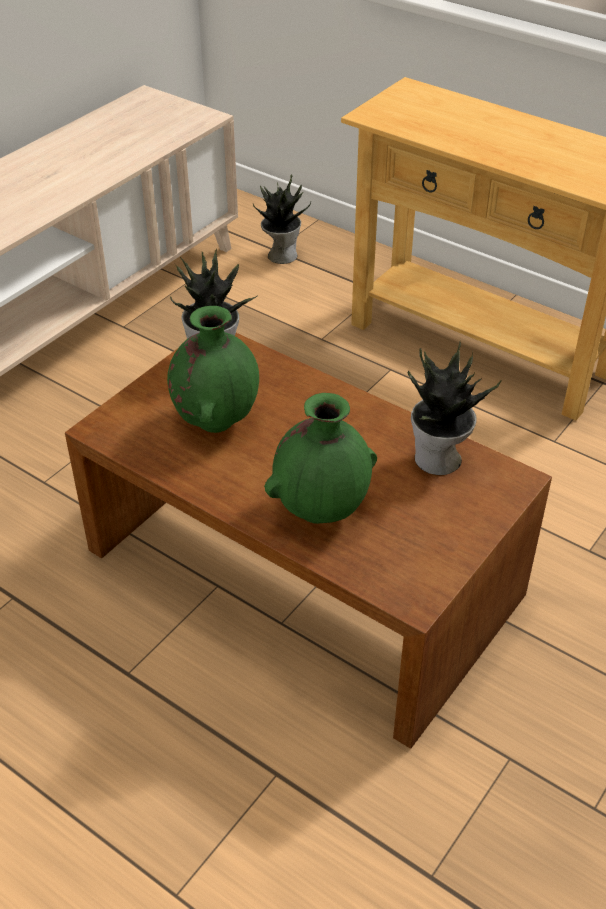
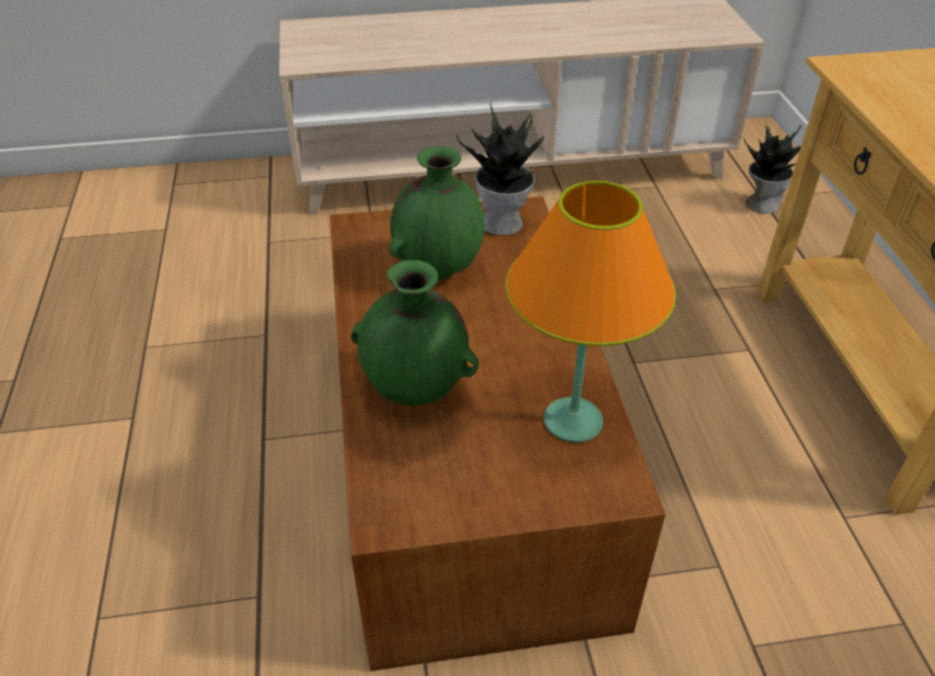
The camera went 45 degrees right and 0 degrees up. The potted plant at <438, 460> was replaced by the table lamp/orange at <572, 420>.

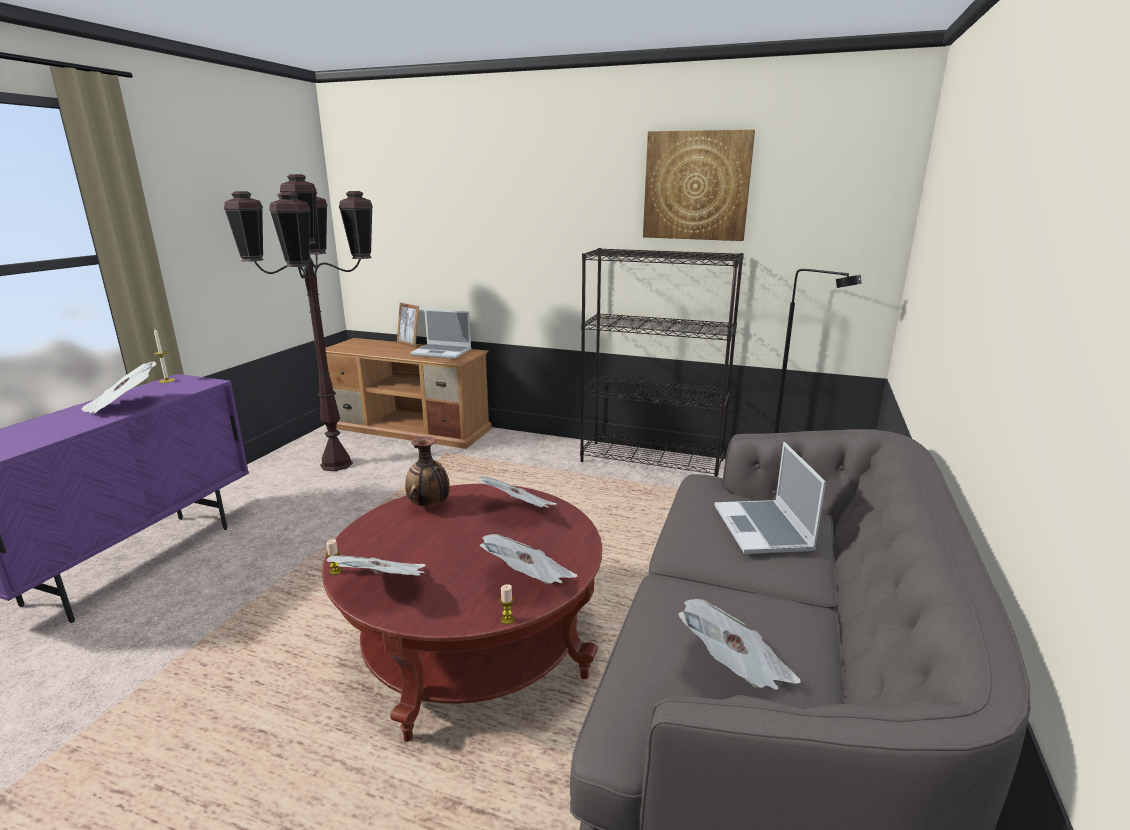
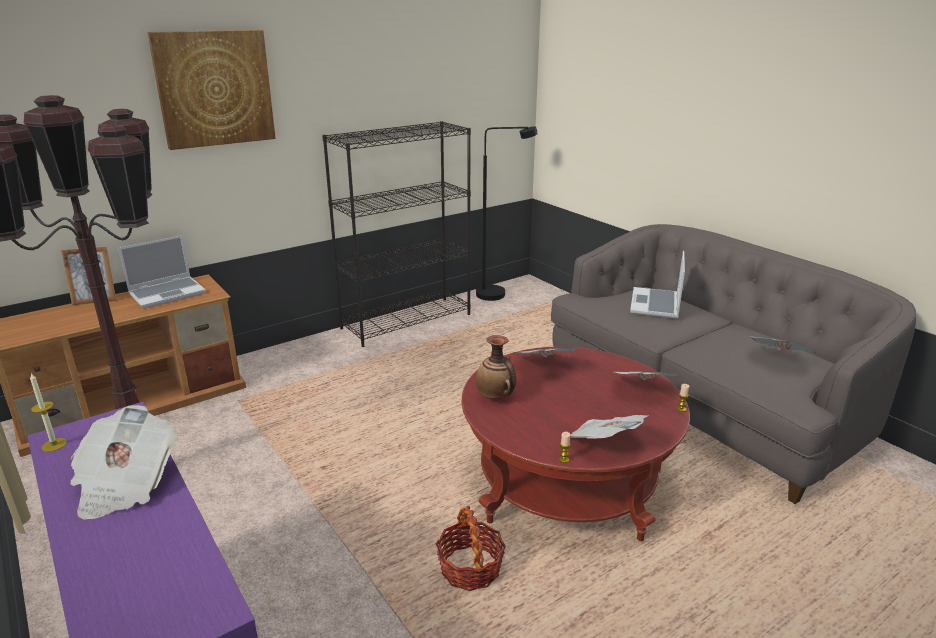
The camera went 55 degrees left and 5 degrees up. The picture moved from <696, 186> to <214, 88>. The basket at <470, 568> appeared. The laptop at <764, 529> turned 75 degrees clockwise.

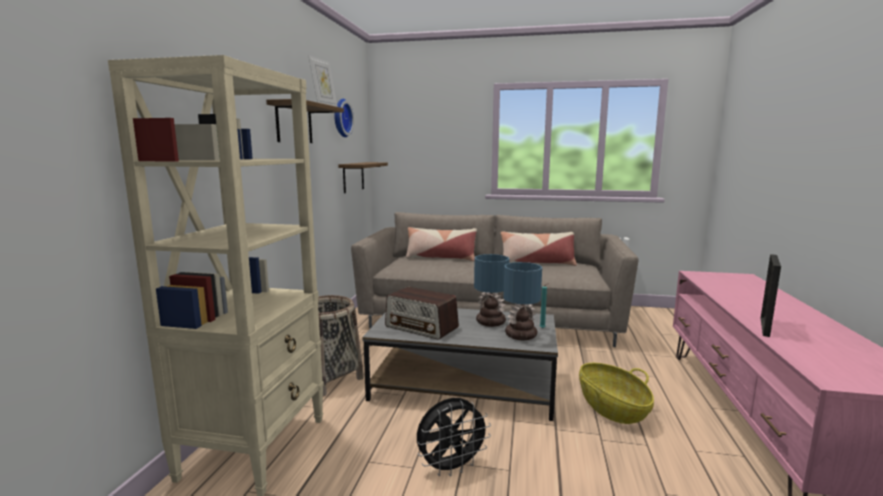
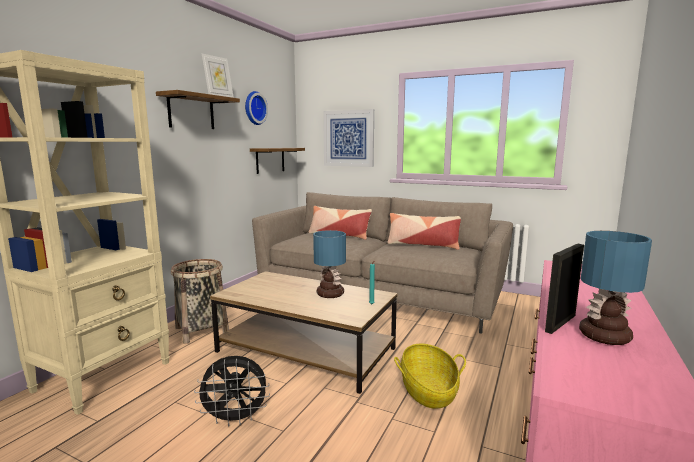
The camera went 15 degrees right and 0 degrees up. The coffee table/grey at <465, 385> became the coffee table/brown at <307, 350>. The picture at <348, 138> appeared. The table lamp moved from <520, 335> to <603, 337>. The radio at <422, 327> disappeared.

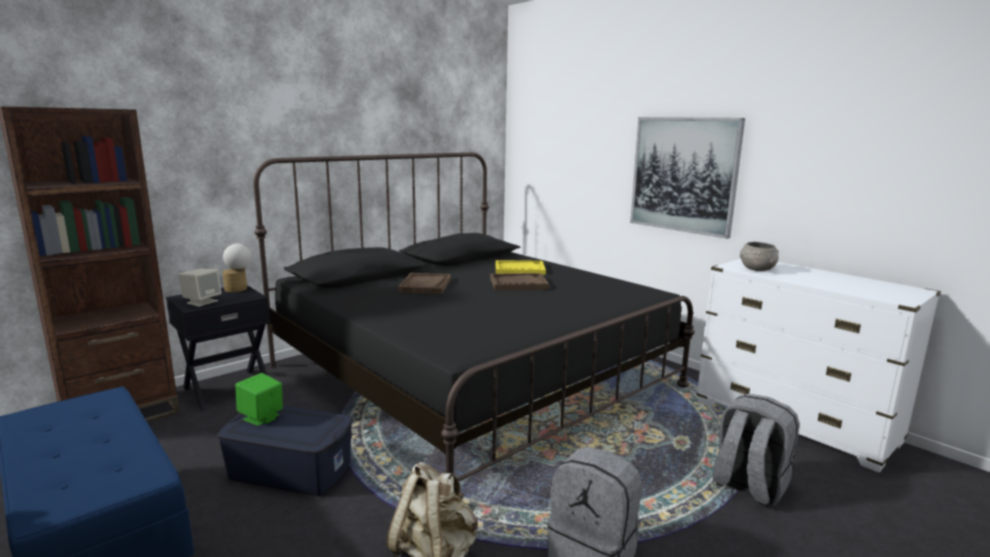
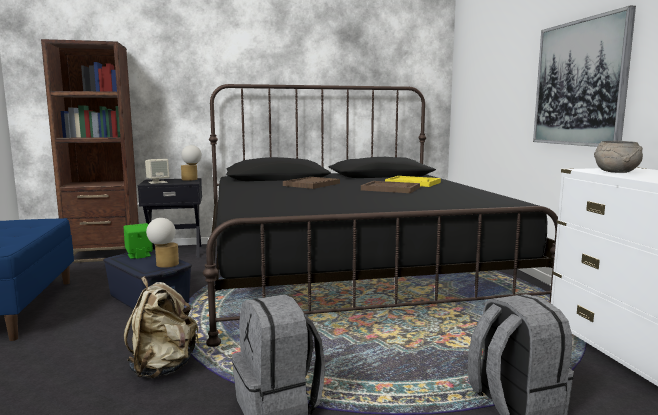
The camera went 30 degrees right and 5 degrees down. The table lamp at <164, 265> appeared.

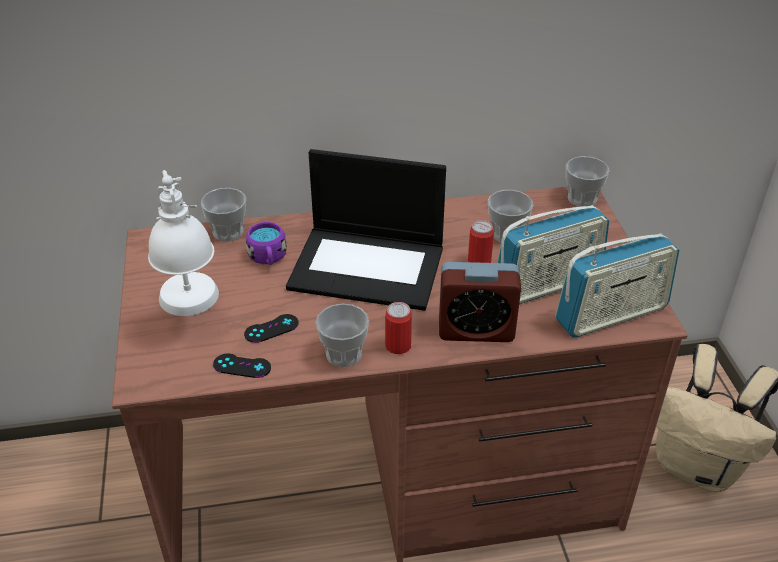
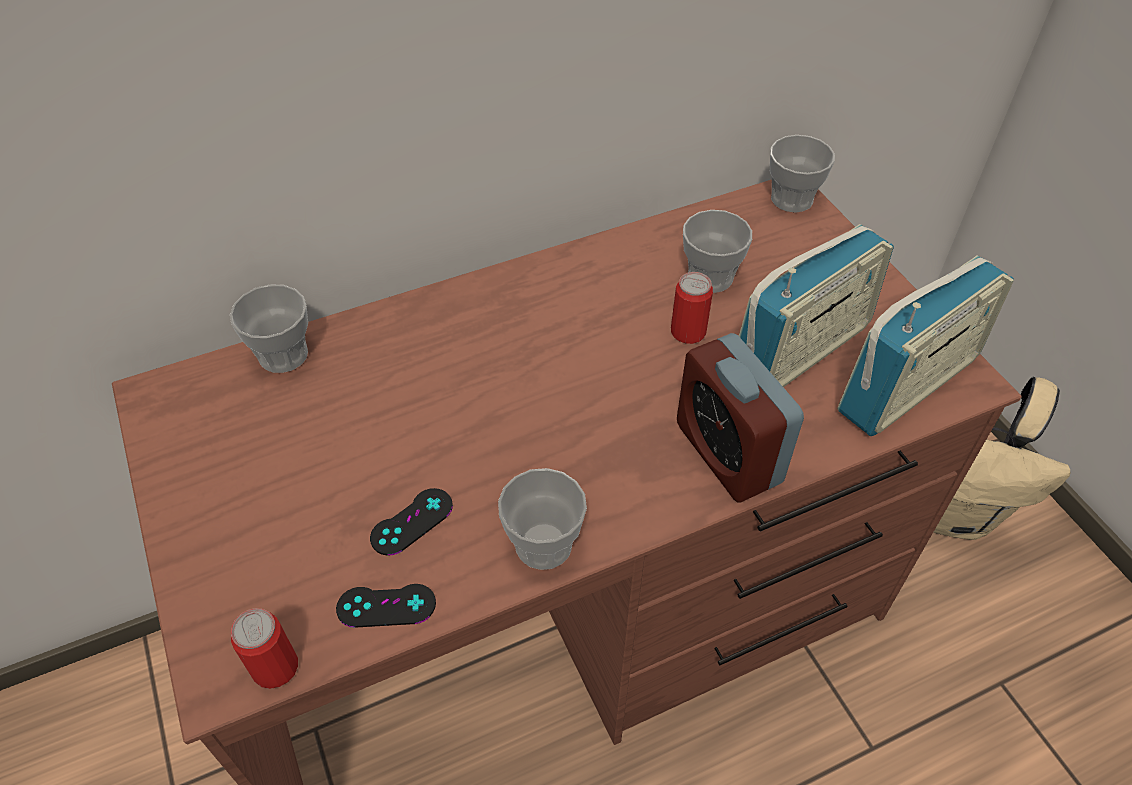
The camera went 15 degrees left and 10 degrees up. The can moved from <398, 346> to <275, 667>. The alarm clock at <476, 330> turned 75 degrees clockwise. The table lamp/white at <193, 313> disappeared. The mug/purple at <268, 258> disappeared. The laptop at <369, 267> disappeared.

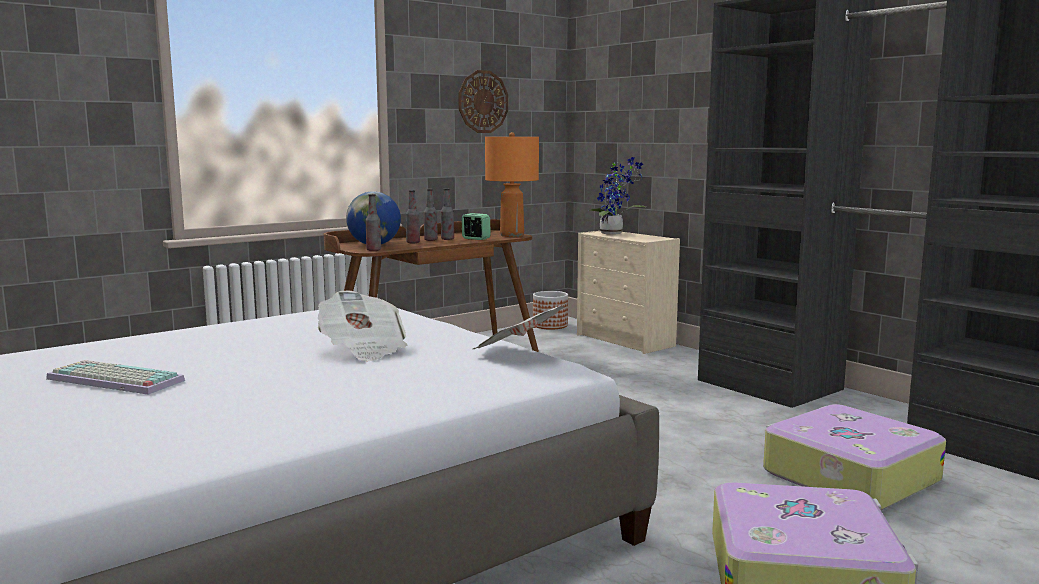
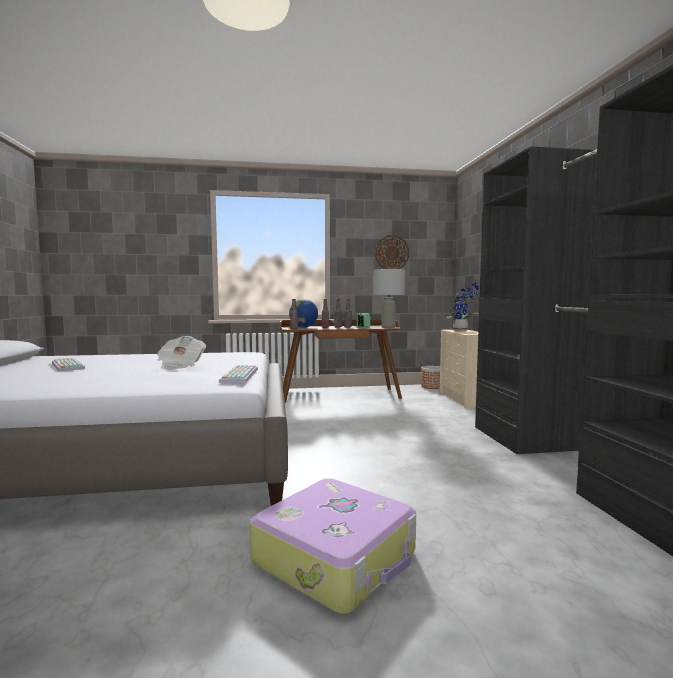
The camera went 30 degrees right and 5 degrees down. The newspaper at <517, 352> was replaced by the keyboard at <238, 375>. The table lamp/orange at <511, 235> became the table lamp/grey at <388, 327>. The suitcase at <847, 476> disappeared.

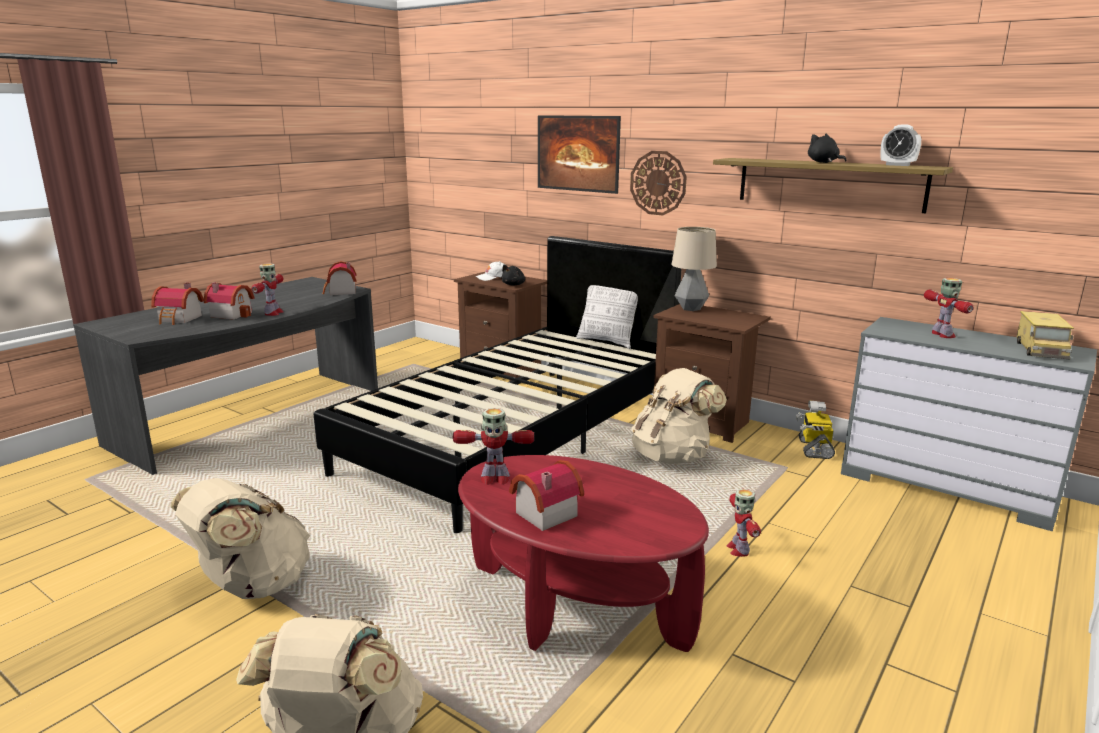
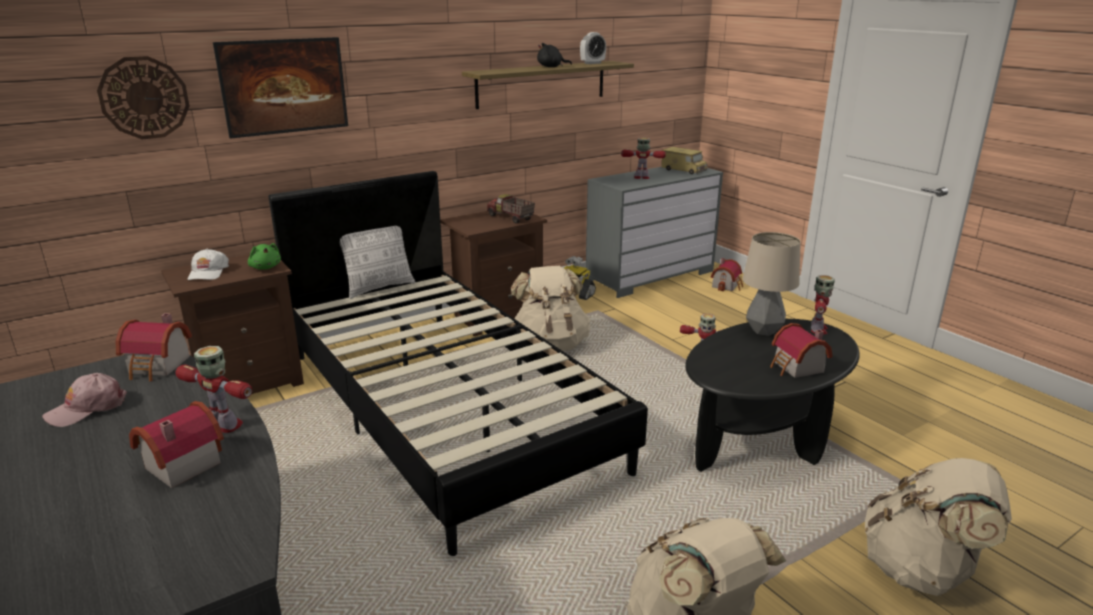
The camera went 70 degrees left and 5 degrees up. The cap/pink at <87, 408> appeared. The wall clock moved from <658, 183> to <144, 98>. The plush toy/black at <514, 285> became the plush toy/green at <265, 267>. The toy truck at <510, 218> appeared. The coffee table/red at <575, 606> became the coffee table/black at <762, 437>. The toy house moved from <180, 319> to <727, 285>. The table lamp moved from <690, 308> to <763, 330>. The toy robot moved from <494, 479> to <817, 329>.

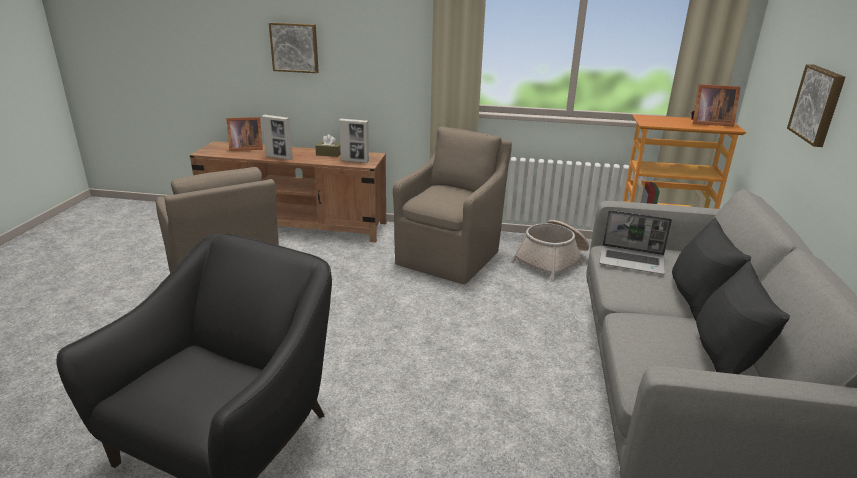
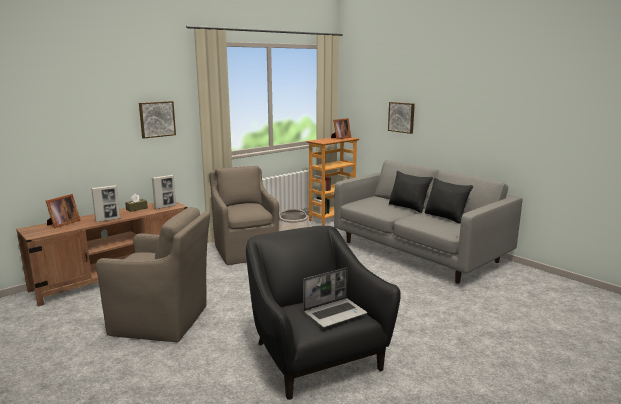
The camera went 50 degrees left and 10 degrees down. The picture moved from <295, 47> to <157, 119>. The laptop moved from <632, 261> to <335, 313>.

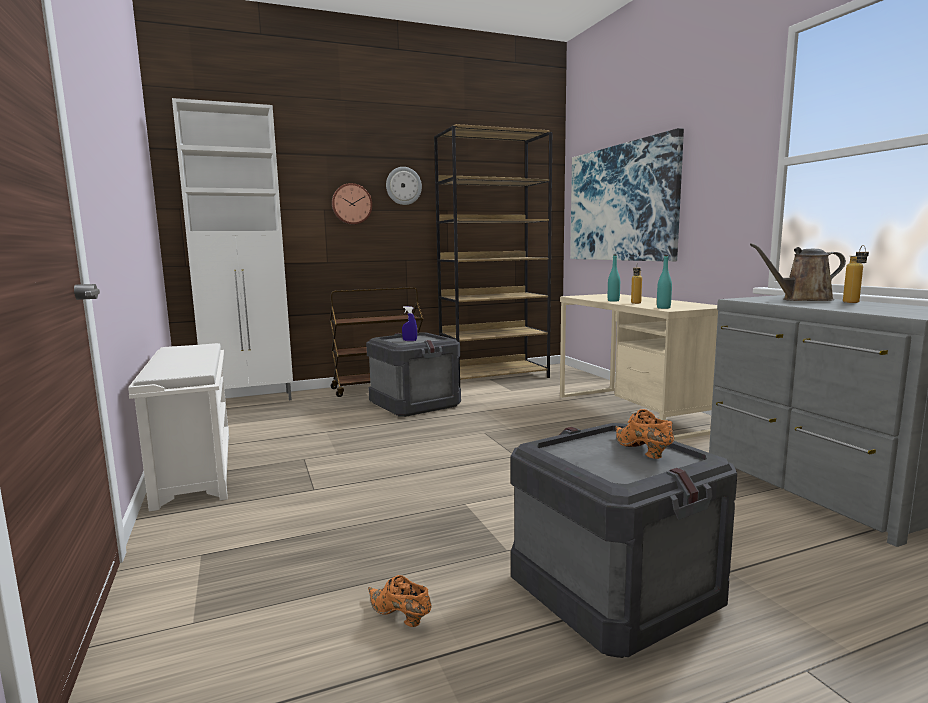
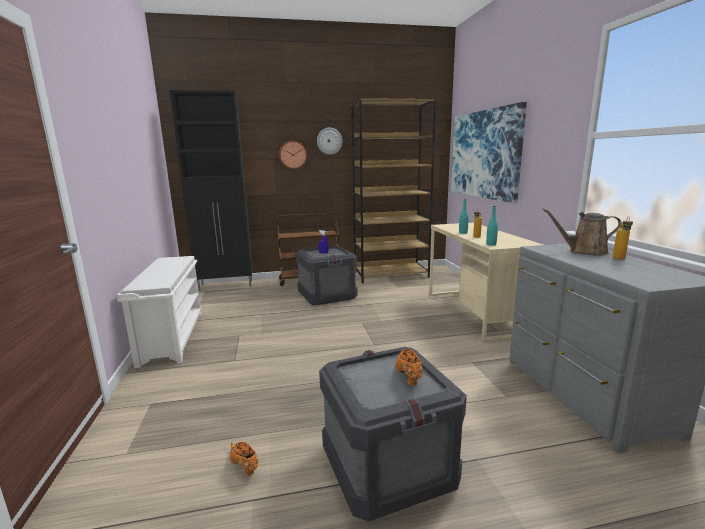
The camera went 10 degrees right and 5 degrees up. The cabinet/white at <251, 400> became the cabinet/black at <227, 285>.

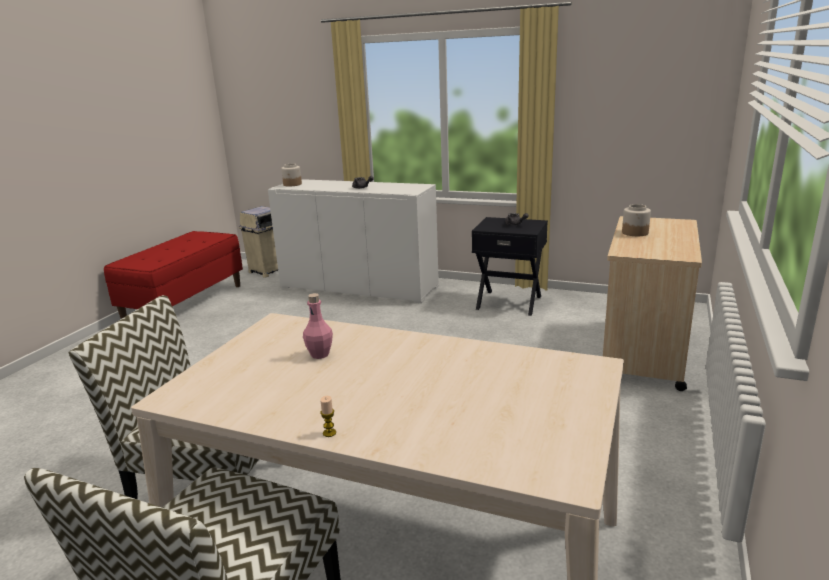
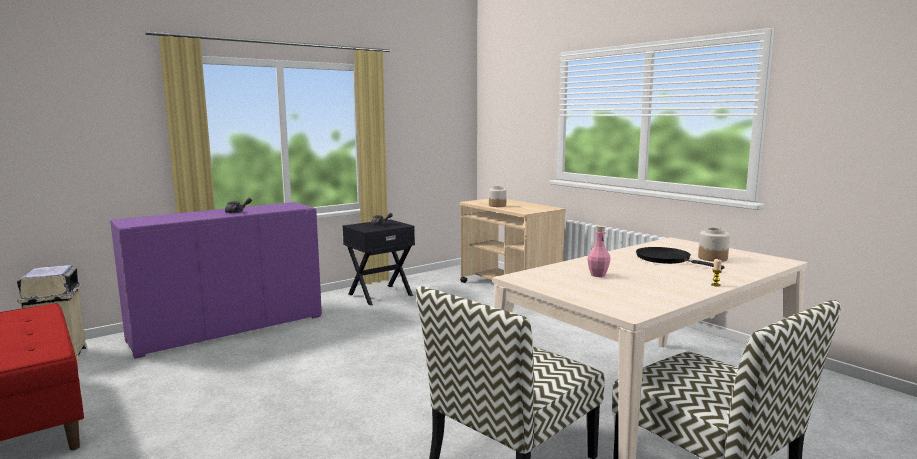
The camera went 60 degrees left and 10 degrees down. The cabinet/white at <358, 287> became the cabinet/purple at <228, 328>. The frying pan/black at <666, 259> appeared. The jar moved from <292, 184> to <713, 258>.

